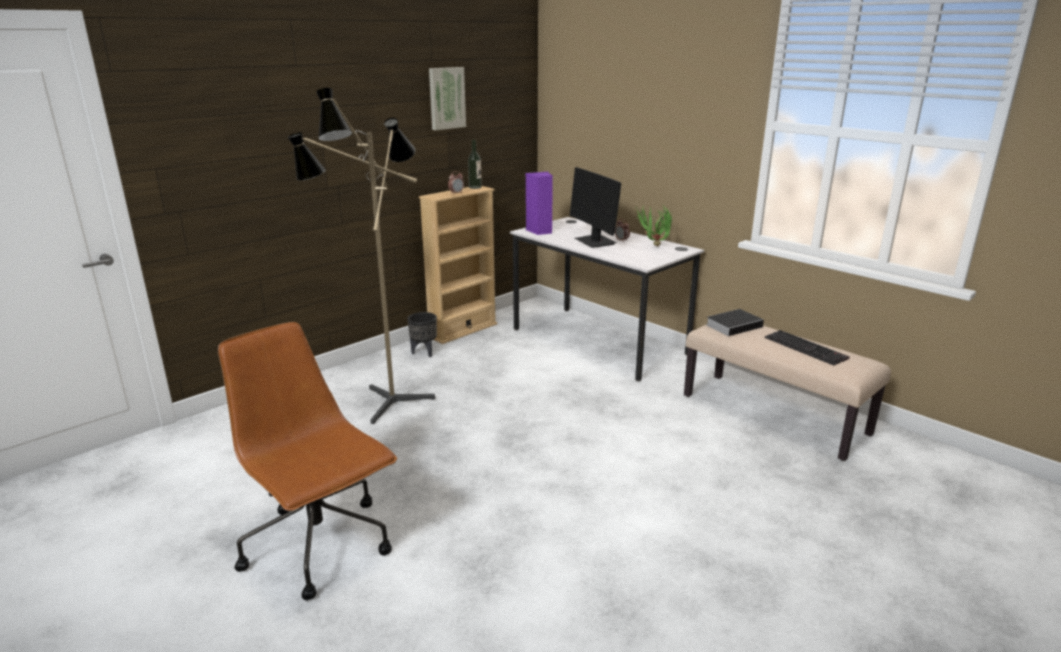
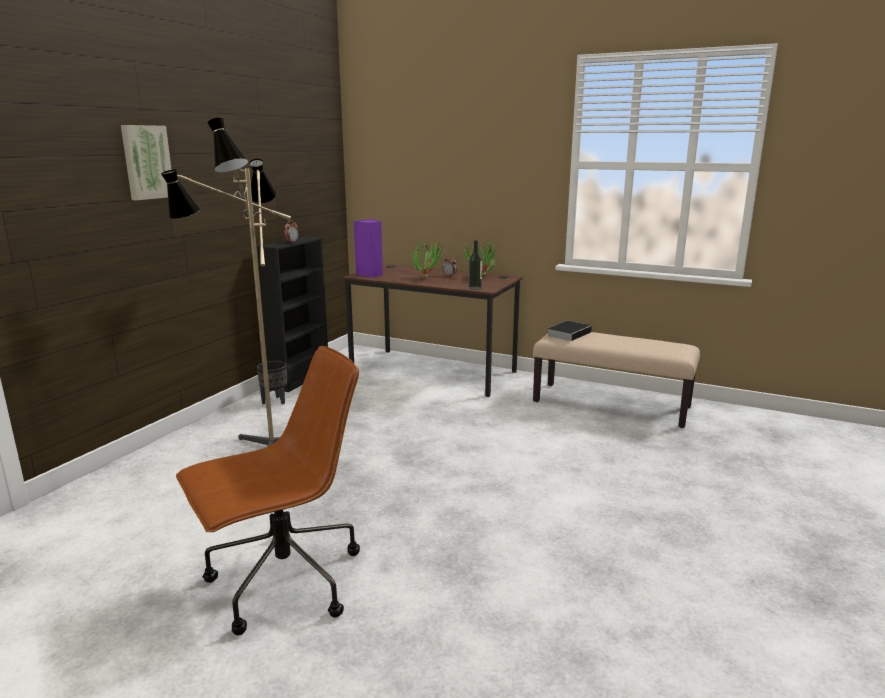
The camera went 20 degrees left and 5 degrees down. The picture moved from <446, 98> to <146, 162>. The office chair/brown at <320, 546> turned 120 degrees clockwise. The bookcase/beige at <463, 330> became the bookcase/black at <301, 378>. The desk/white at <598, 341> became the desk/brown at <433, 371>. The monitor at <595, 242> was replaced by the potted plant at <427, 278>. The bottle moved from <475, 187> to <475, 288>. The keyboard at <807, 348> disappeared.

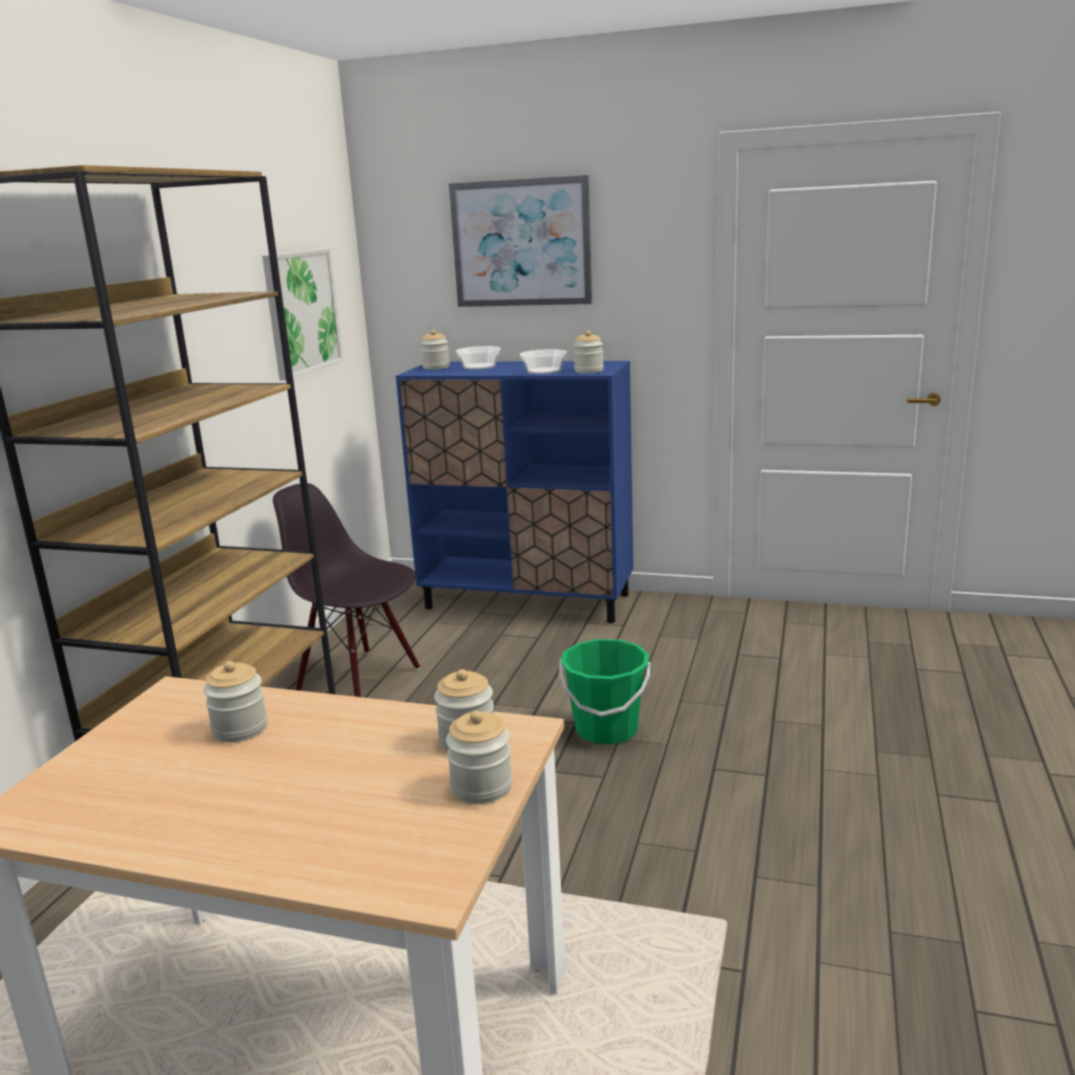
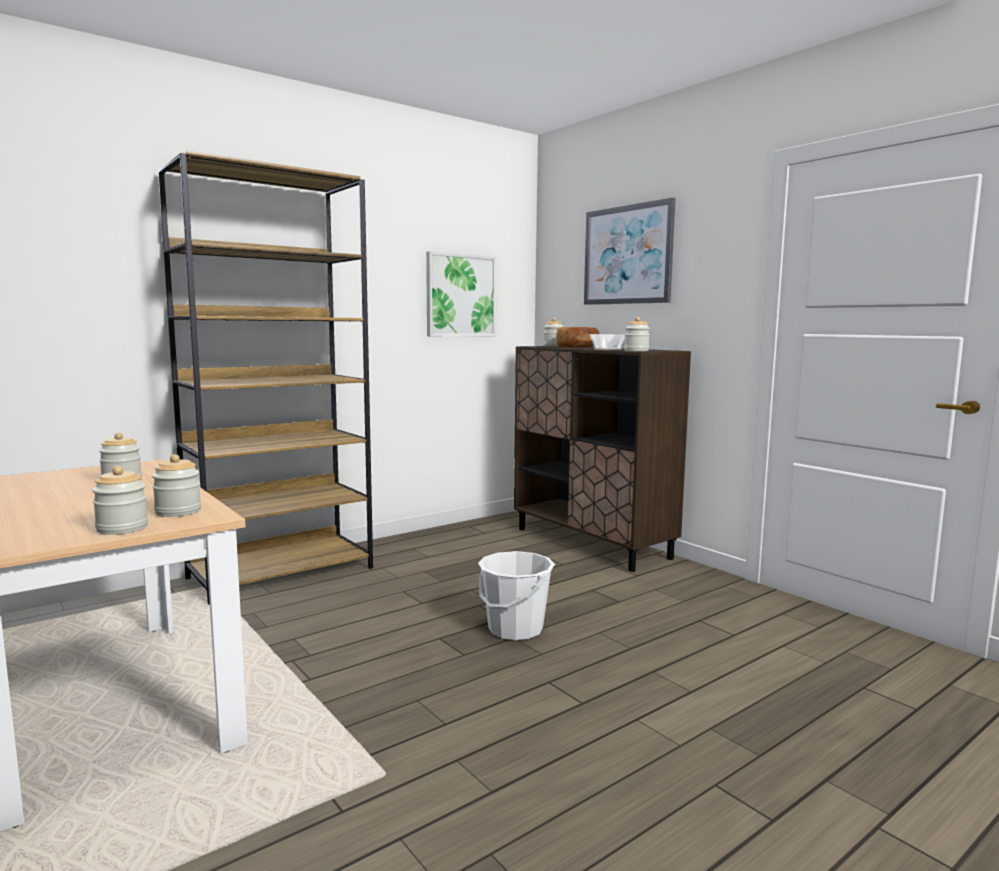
The camera went 35 degrees right and 10 degrees down. The bucket/green at <606, 729> became the bucket/white at <515, 629>. The cabinet/blue at <528, 601> became the cabinet/brown at <591, 543>. The bowl at <478, 366> was replaced by the bread at <578, 347>. The chair/black at <360, 679> disappeared.

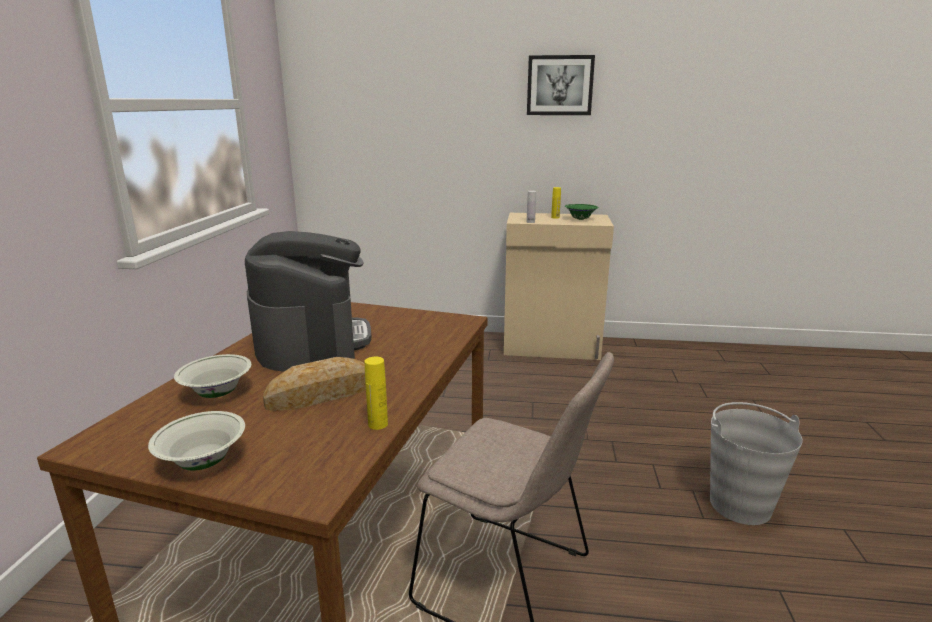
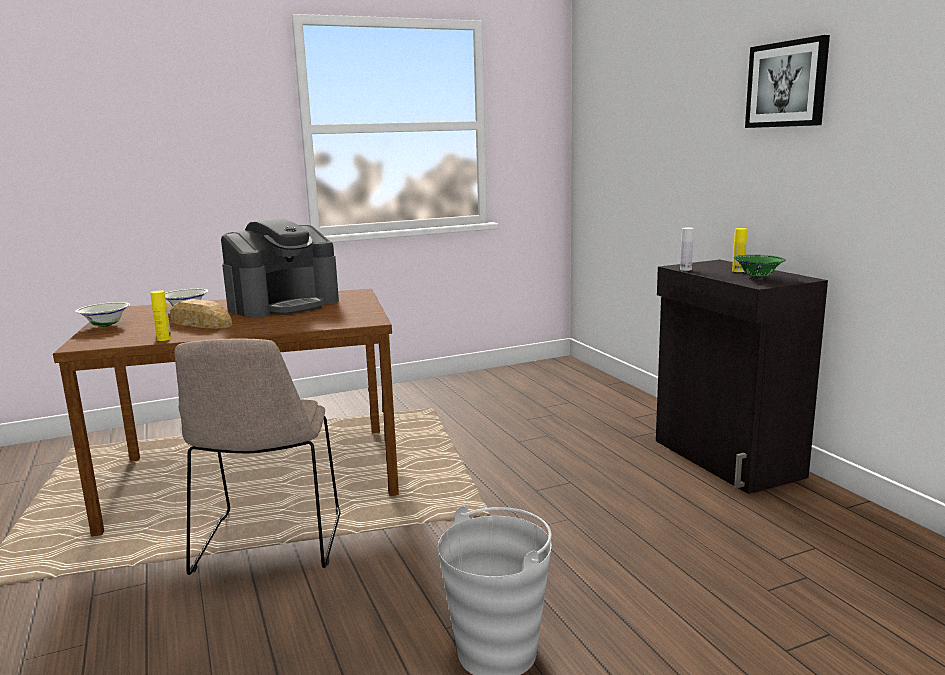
The camera went 60 degrees right and 5 degrees down. The cabinet/beige at <552, 348> became the cabinet/black at <726, 459>.

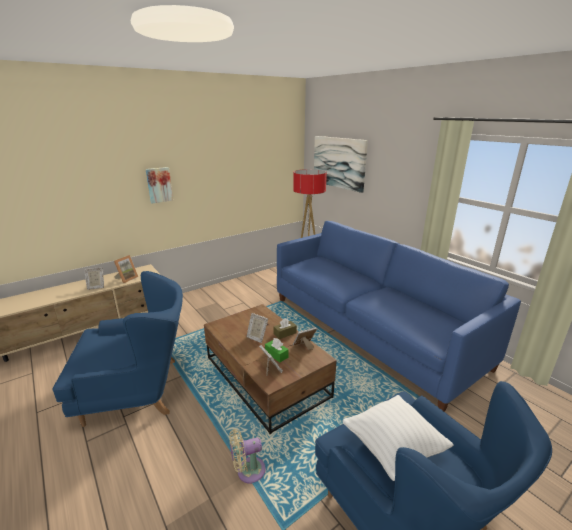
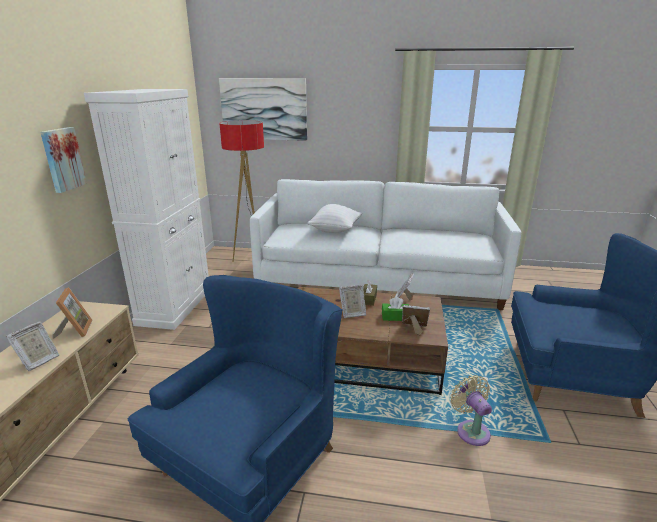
The camera went 45 degrees left and 0 degrees up. The cabinet/white at <175, 305> appeared. The sofa/blue at <371, 330> became the sofa/white at <378, 280>. The pillow/white moved from <393, 448> to <335, 230>. The fan/beige at <248, 471> turned 135 degrees clockwise.

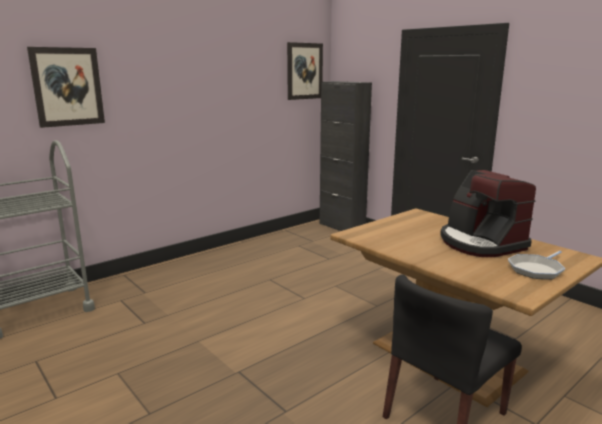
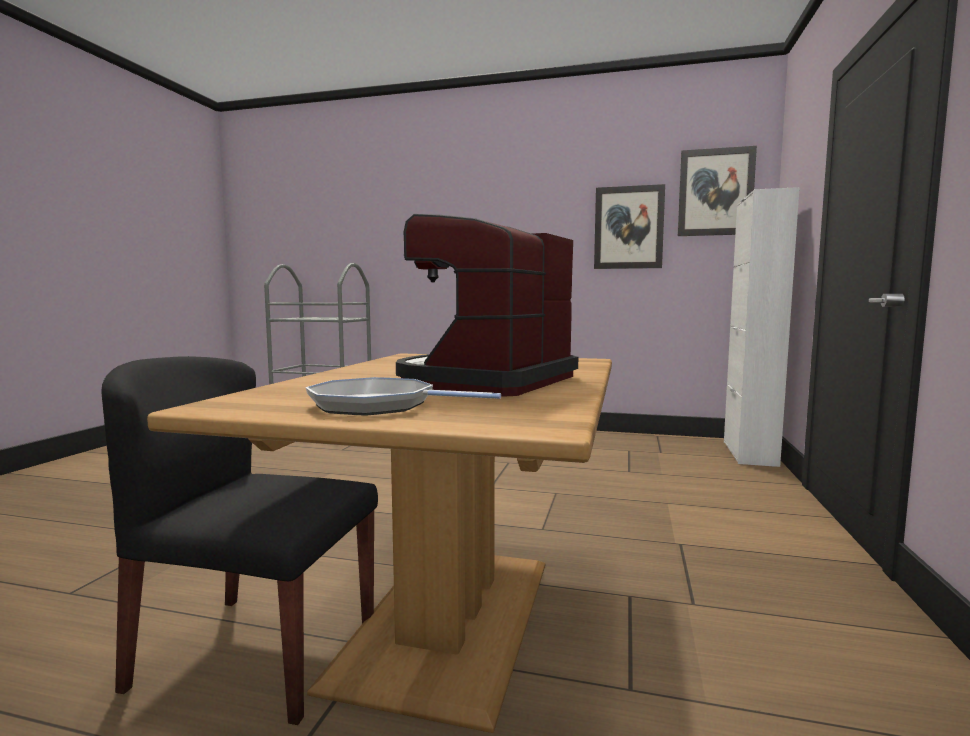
The camera went 55 degrees right and 10 degrees down. The picture moved from <67, 87> to <628, 228>. The cabinet/black at <342, 227> became the cabinet/white at <749, 453>.

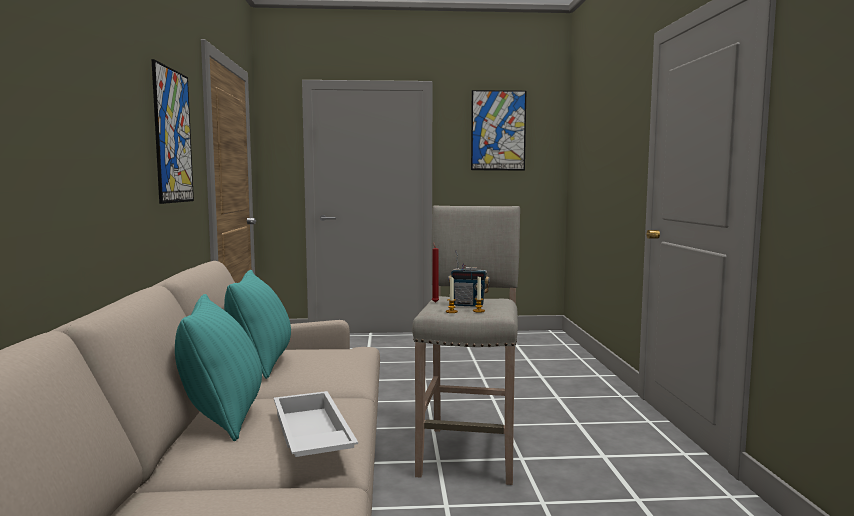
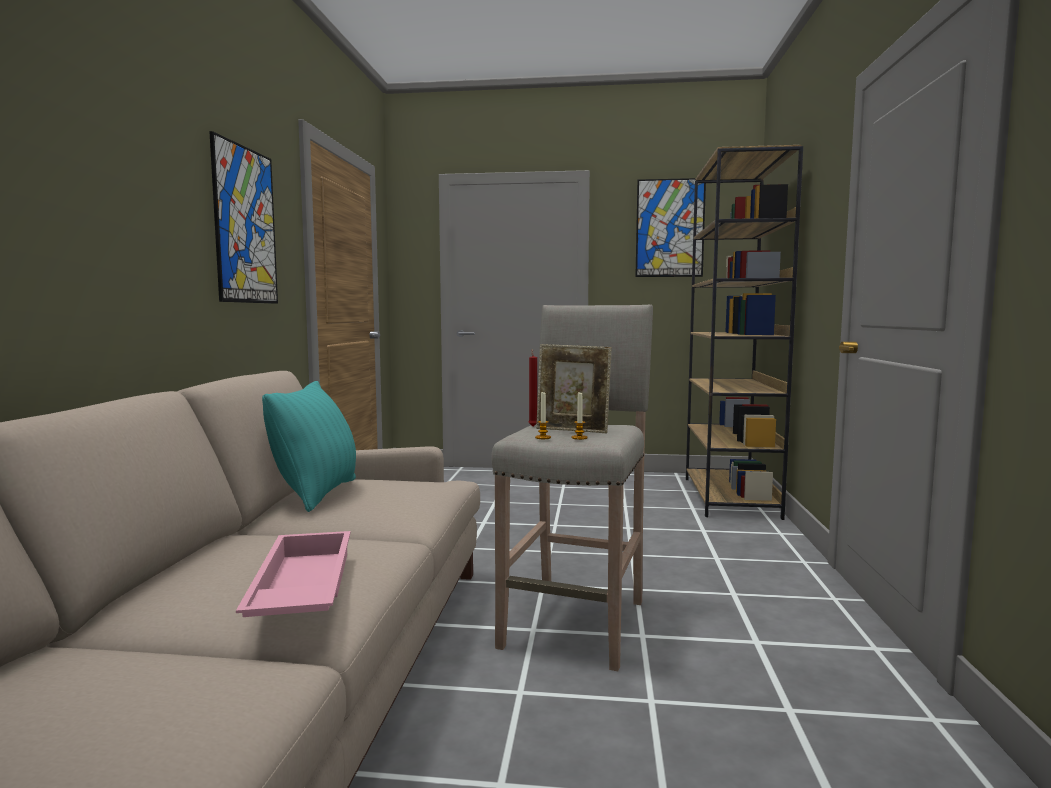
The camera went 10 degrees right and 0 degrees up. The tray/white at <309, 436> became the tray/pink at <300, 589>. The radio at <468, 305> was replaced by the picture frame at <572, 430>. The bookcase/brown at <730, 497> appeared. The pillow/turquoise at <223, 417> disappeared.

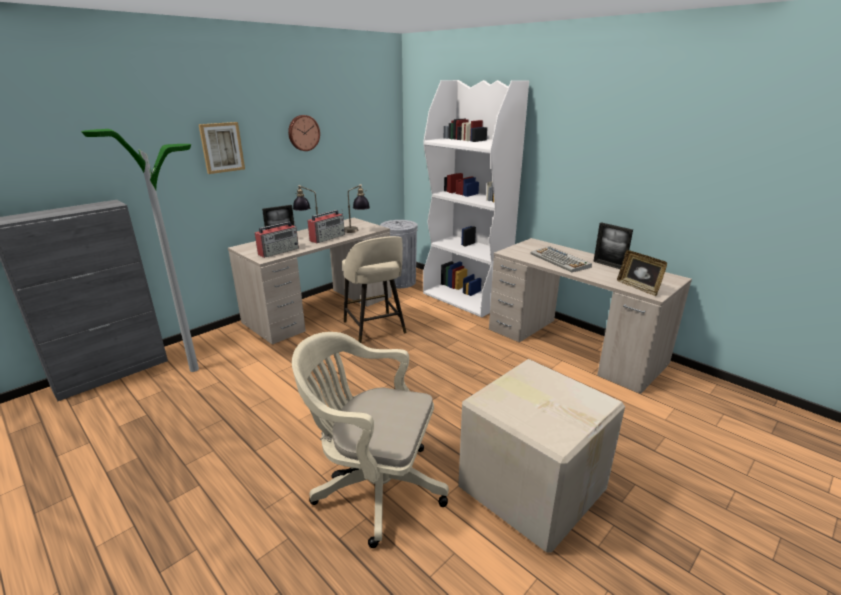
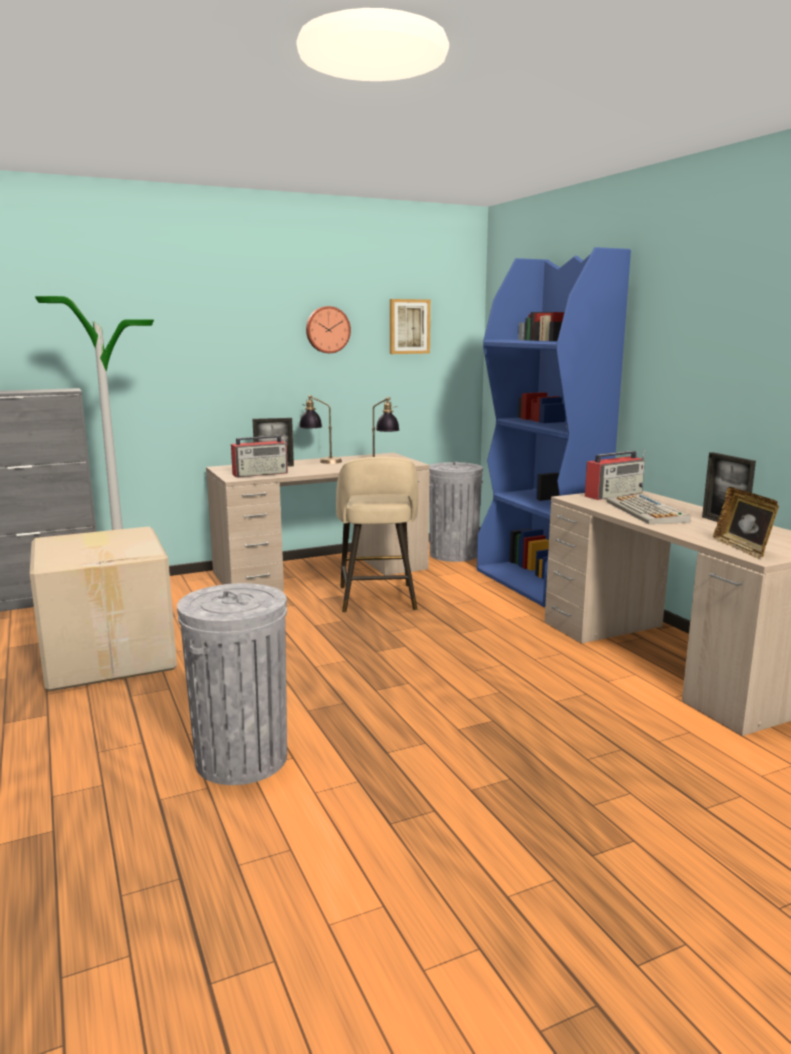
The camera went 20 degrees right and 10 degrees down. The cardboard box moved from <531, 486> to <110, 656>. The office chair/beige at <373, 486> was replaced by the trash can/grey at <241, 758>. The picture moved from <222, 147> to <409, 326>. The bookcase/white at <466, 298> became the bookcase/blue at <538, 583>. The radio moved from <328, 238> to <614, 495>.

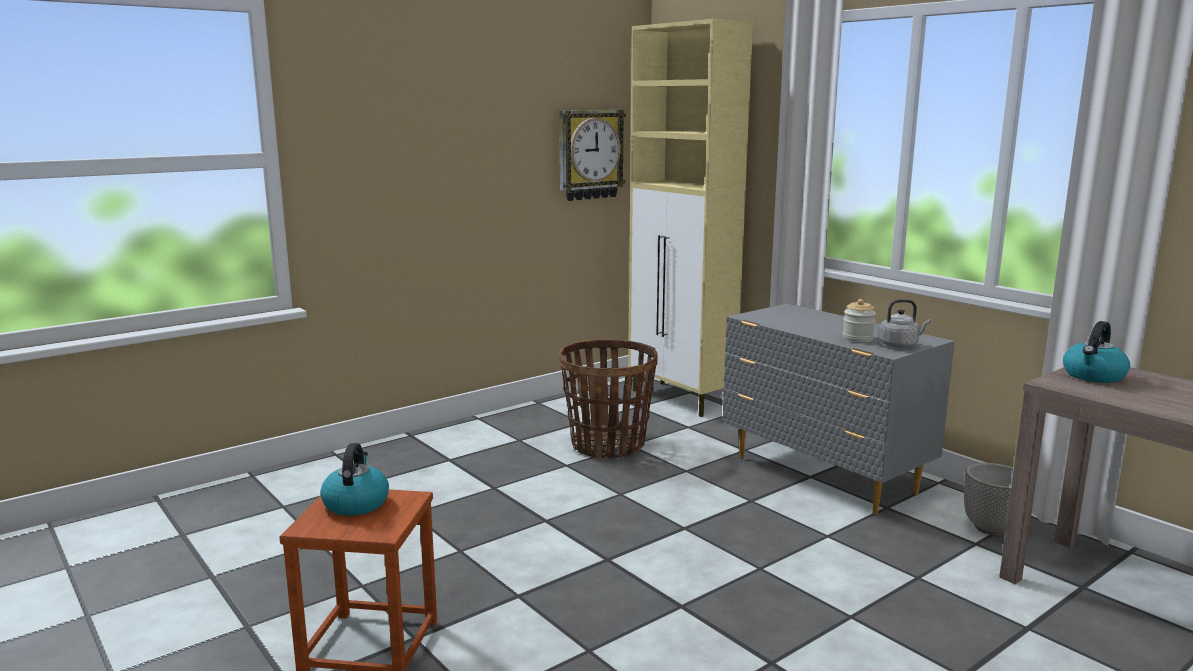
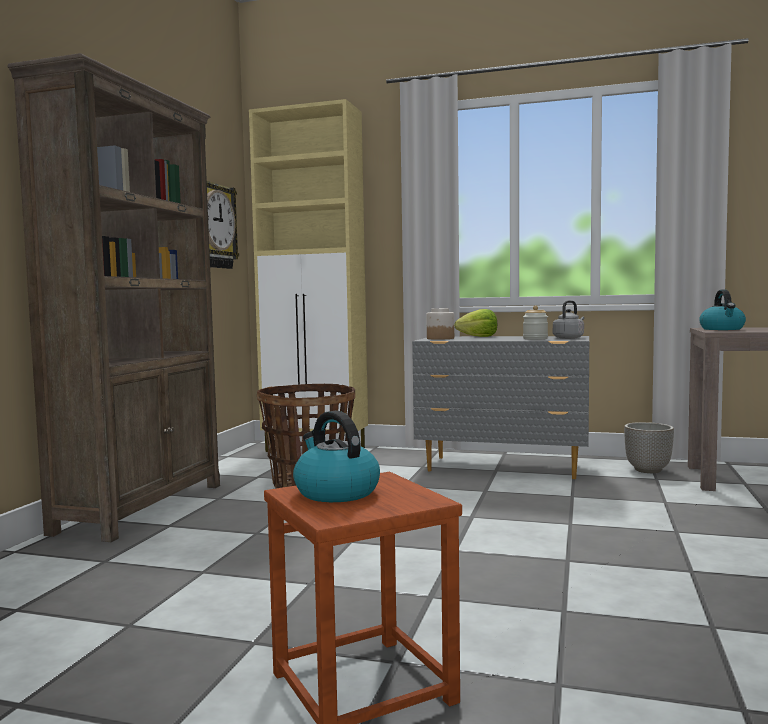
The camera went 35 degrees left and 10 degrees down. The bookcase/brown at <142, 507> appeared. The jar at <440, 338> appeared. The lettuce at <478, 336> appeared.

